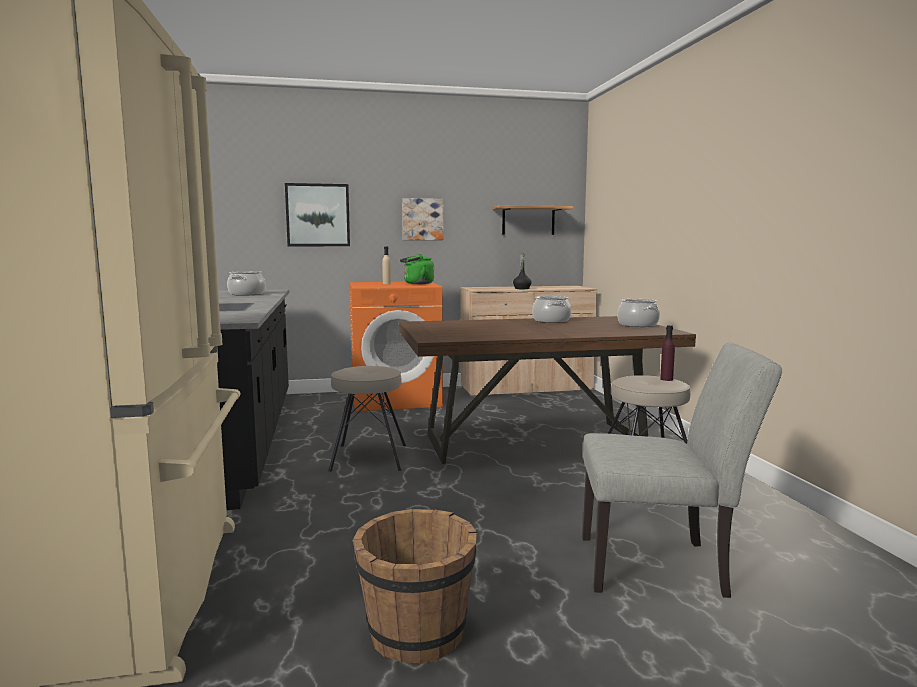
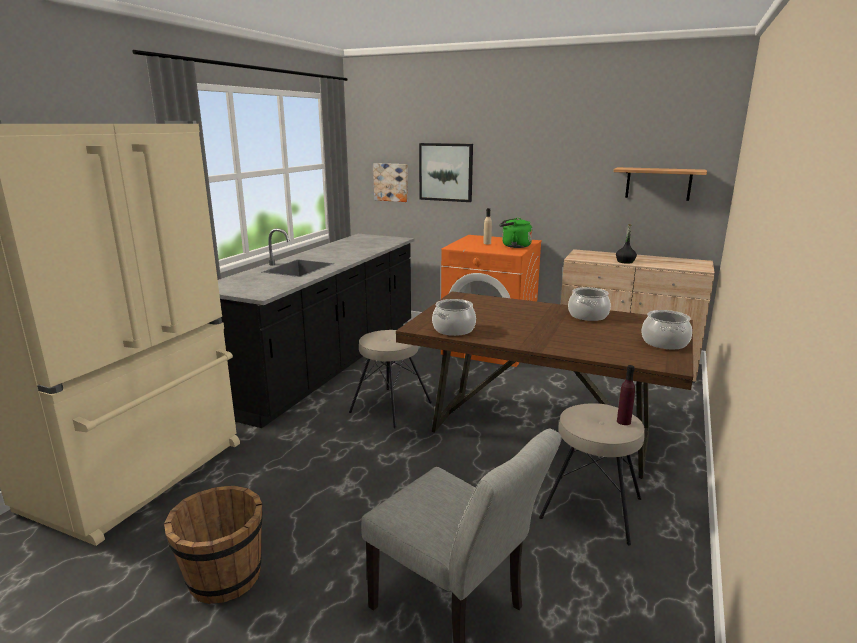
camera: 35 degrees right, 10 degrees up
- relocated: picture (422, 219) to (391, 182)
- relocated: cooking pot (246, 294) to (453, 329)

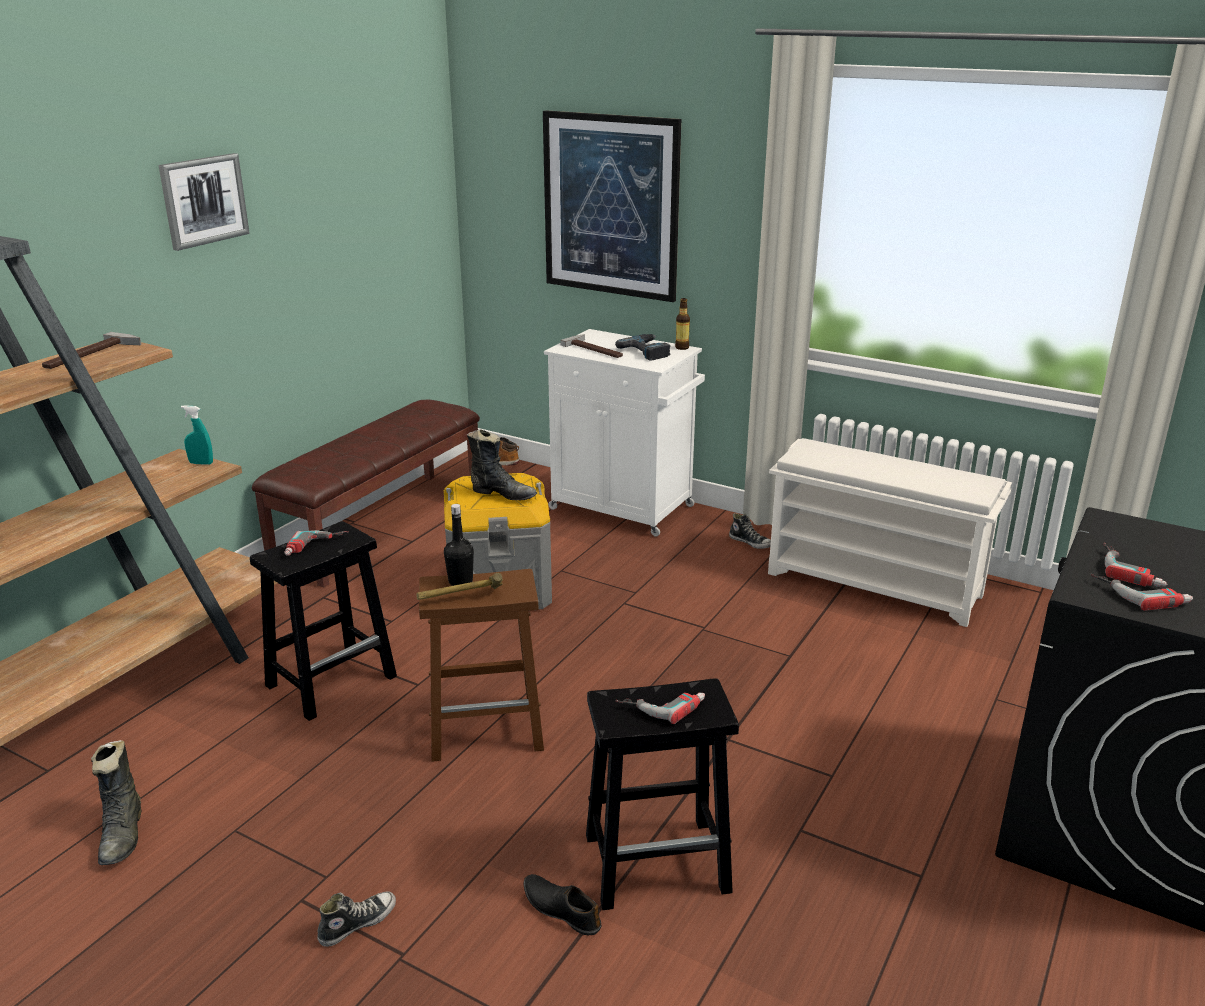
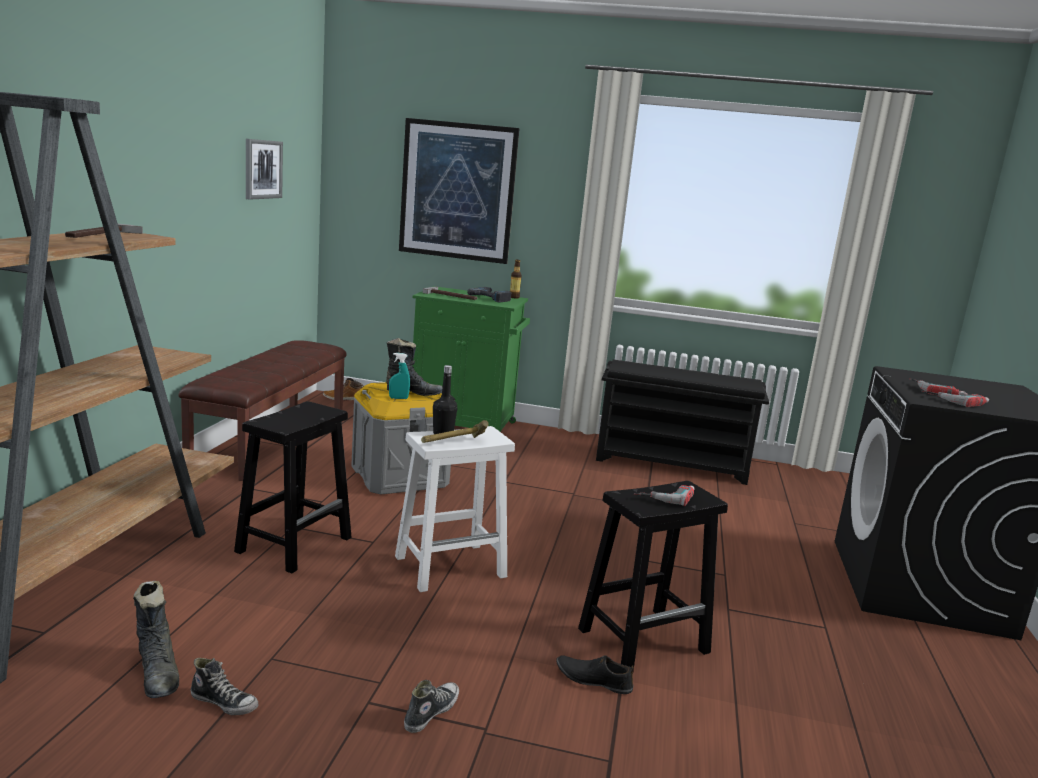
camera: 20 degrees left, 10 degrees down
- relocated: shoe (751, 542) to (224, 703)
- relocated: picture (204, 200) to (262, 169)
- relocated: turquoise spray bottle (201, 463) to (398, 398)
- colour: brown stool (488, 728) to white stool (451, 566)
- colour: white cabinet (624, 508) to green cabinet (464, 425)
- colour: white shoe rack (876, 584) to black shoe rack (672, 463)
- missing: power drill (316, 547)

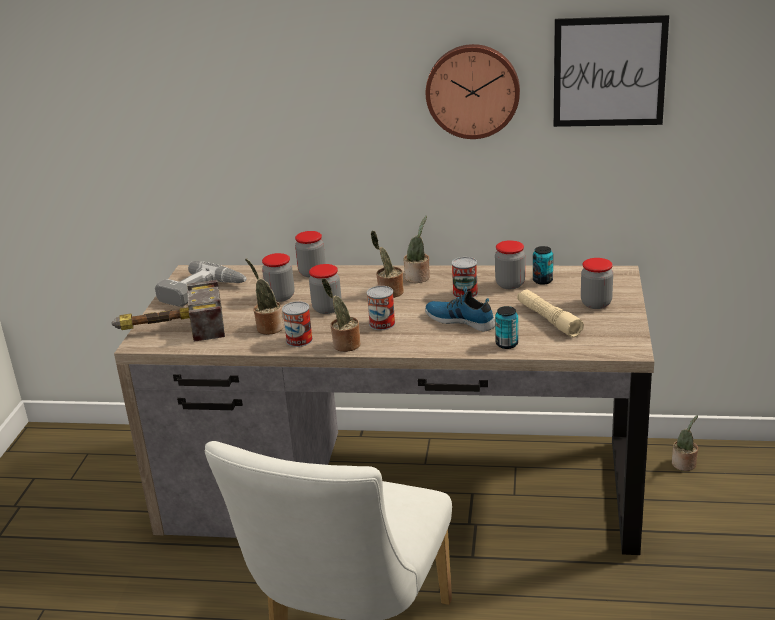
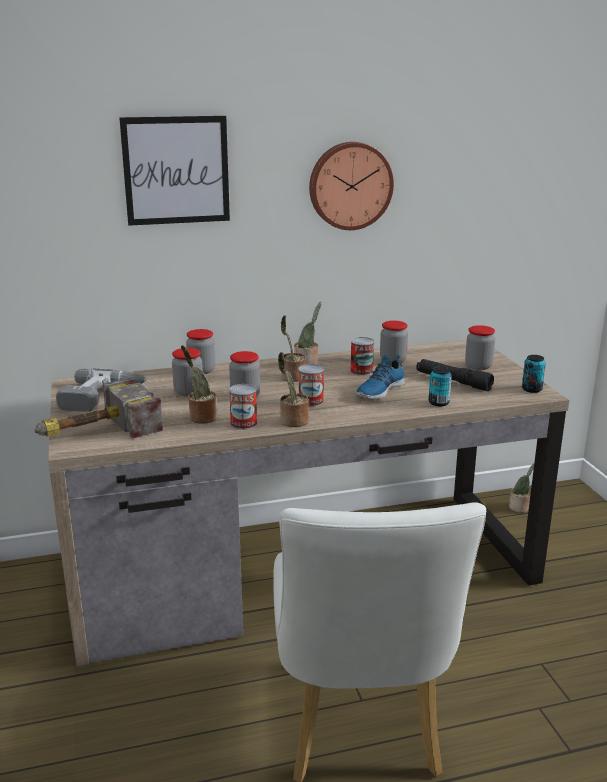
camera: 25 degrees left, 5 degrees down
- relocated: picture (609, 72) to (176, 170)
- spun: shoe (460, 320) = (379, 390) 60 degrees counterclockwise
- colour: beige flashlight (548, 319) to black flashlight (453, 381)
- relocated: can (542, 280) to (531, 389)

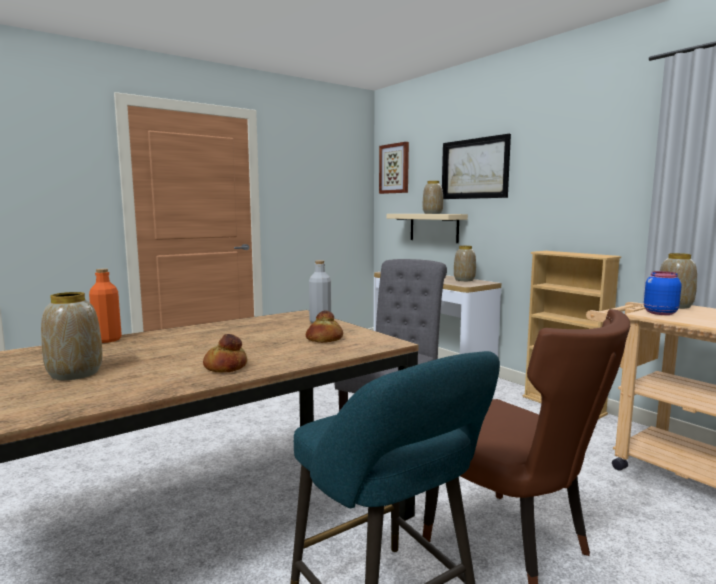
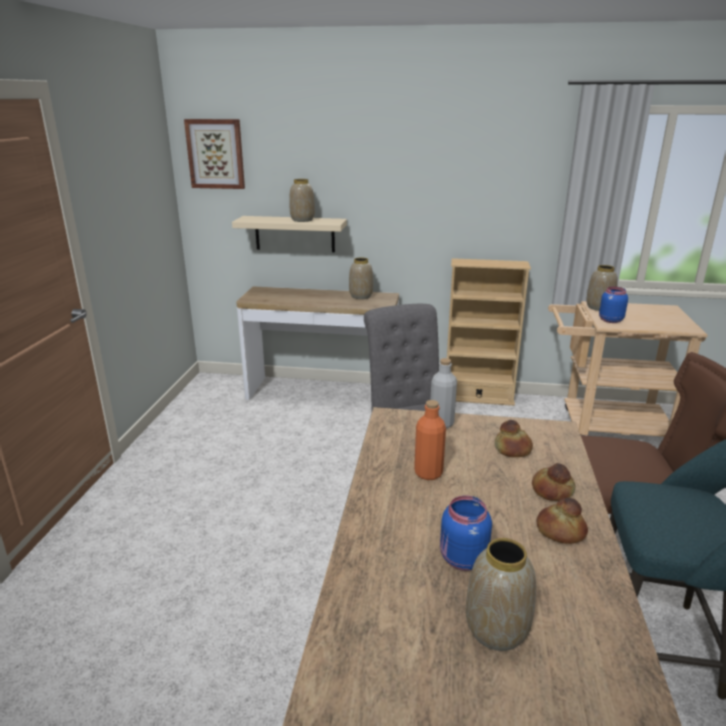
camera: 45 degrees left, 15 degrees up
- relocated: orange bottle (107, 340) to (428, 473)
- appeared: blue jar (462, 559)
- appeared: bread (552, 489)
- missing: picture (474, 169)

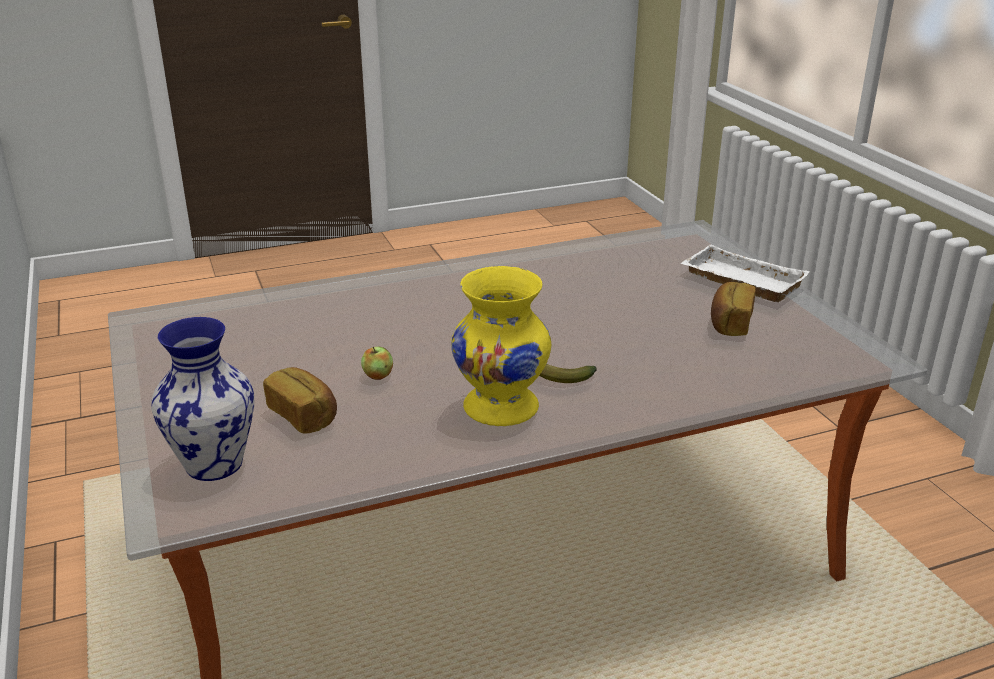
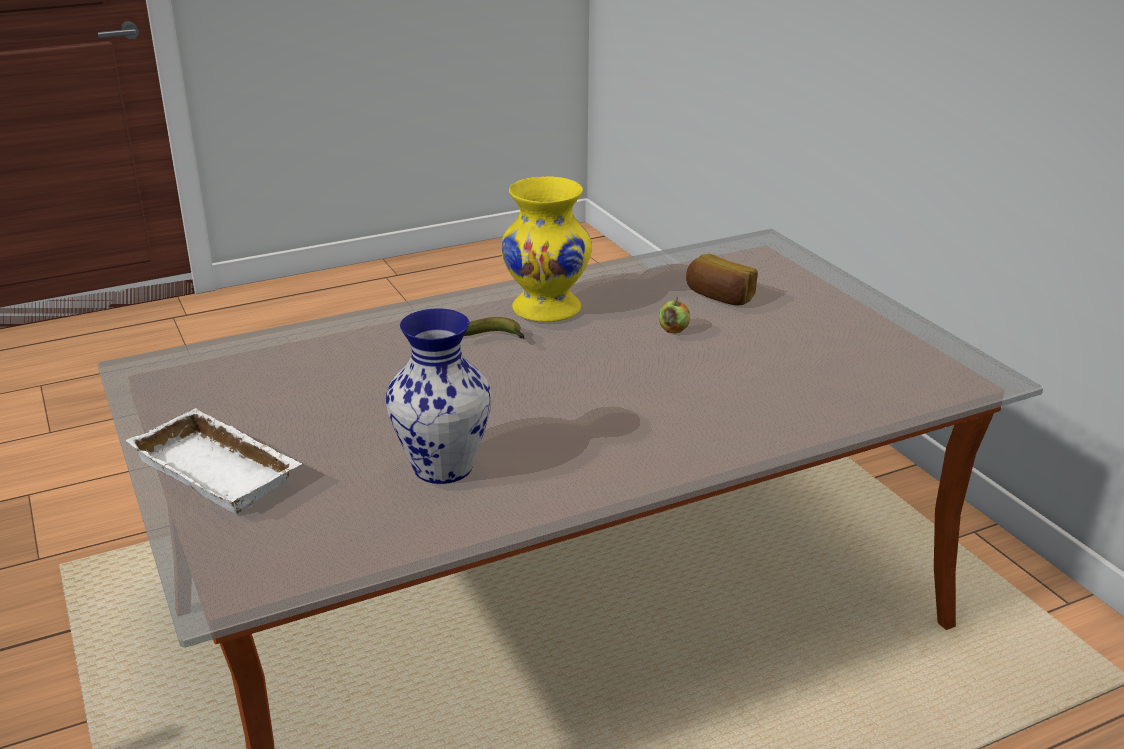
camera: 175 degrees right, 0 degrees up
- relocated: vase (215, 463) to (442, 468)
- missing: bread (729, 323)

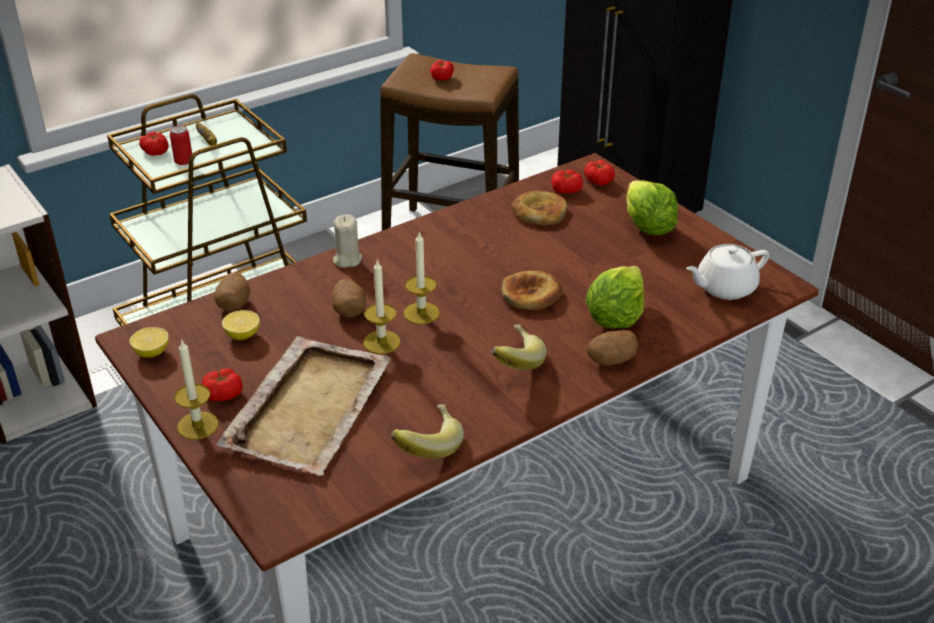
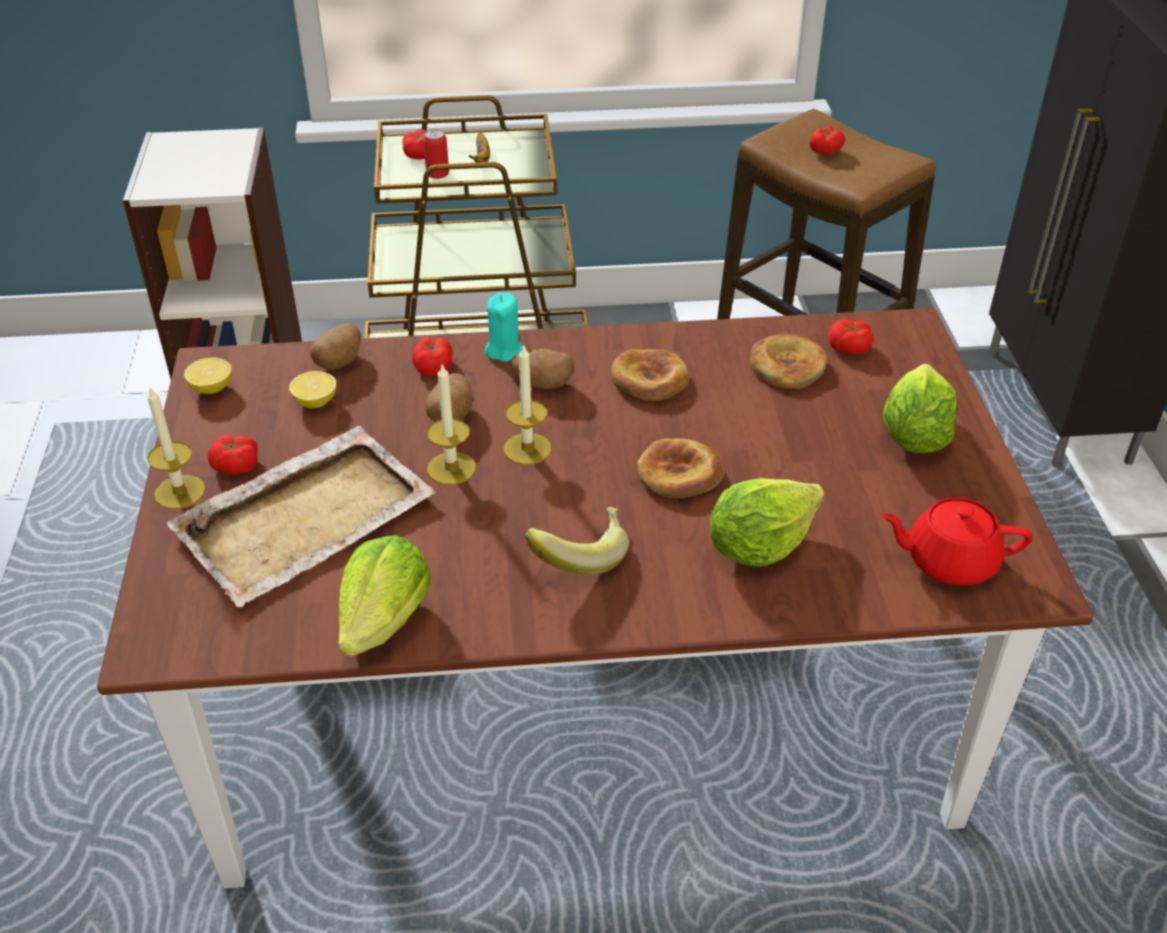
camera: 30 degrees right, 5 degrees up
- exchanged: banana (427, 445) to lettuce (386, 621)
- relocated: tomato (598, 180) to (433, 366)
- colour: beige candle (347, 260) to turquoise candle (504, 350)
- relocated: potato (610, 360) to (542, 383)
- appeared: bread (649, 380)
- colour: white teapot (724, 288) to red teapot (948, 561)

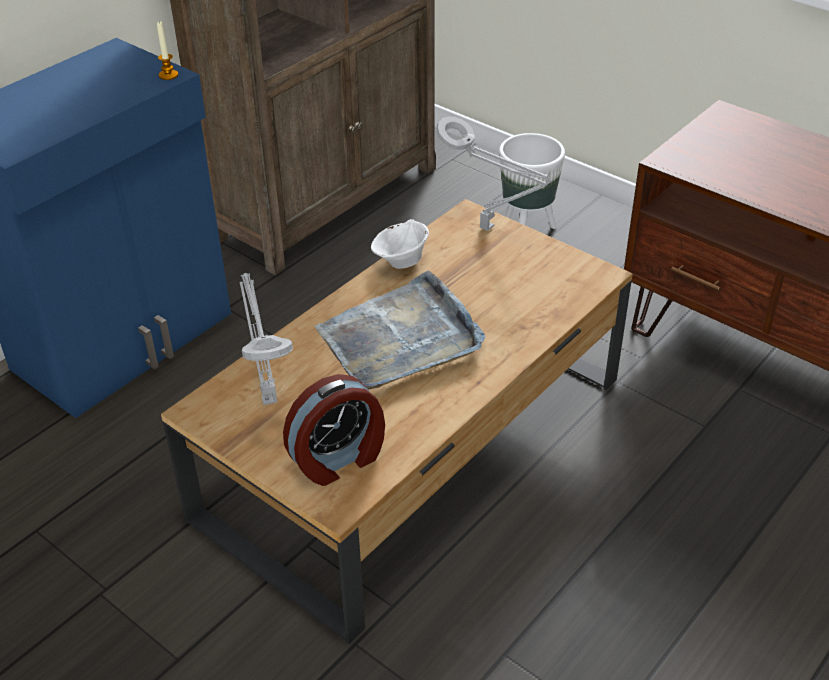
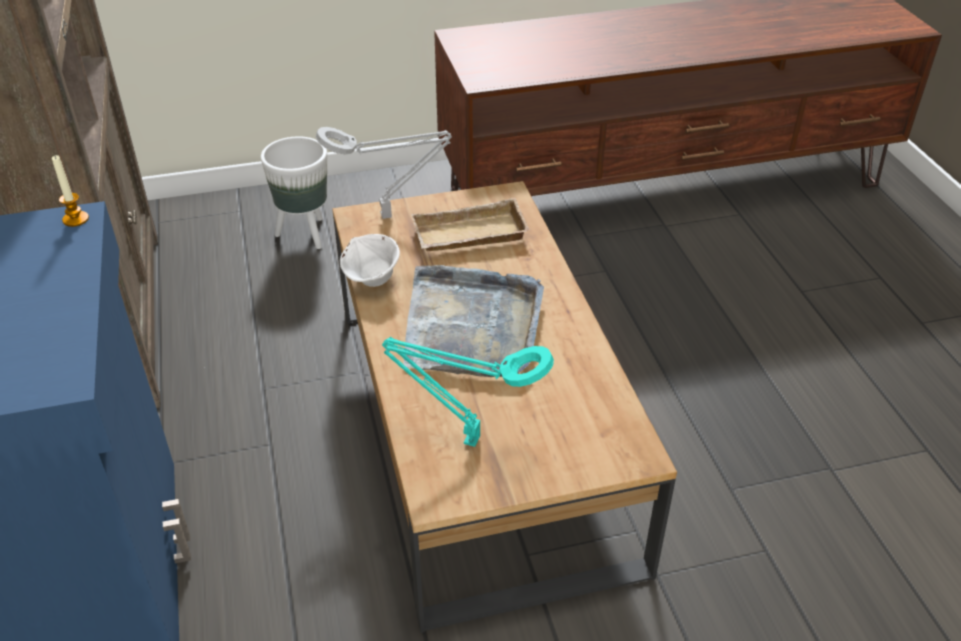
camera: 55 degrees left, 0 degrees up
- colour: grey table lamp (268, 398) to turquoise table lamp (466, 440)
- appeared: beige tray (469, 236)
- missing: alarm clock (339, 459)

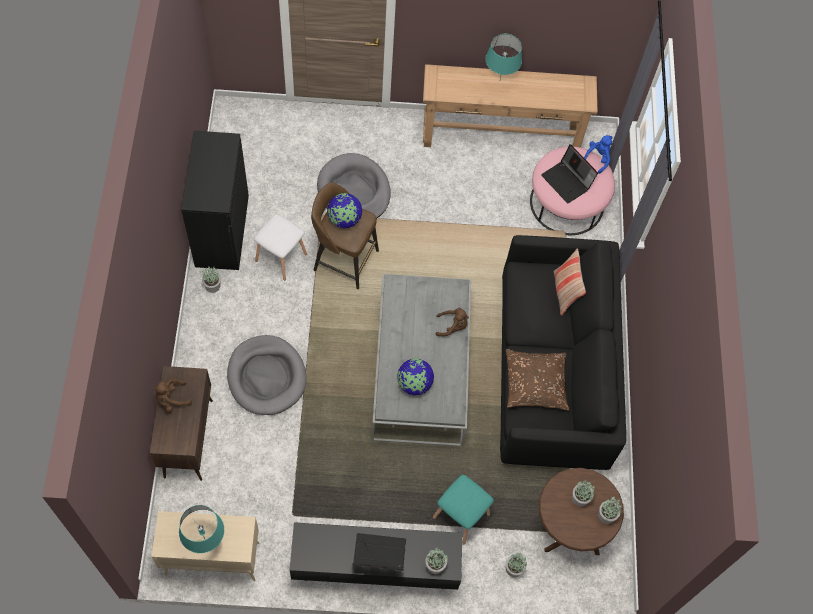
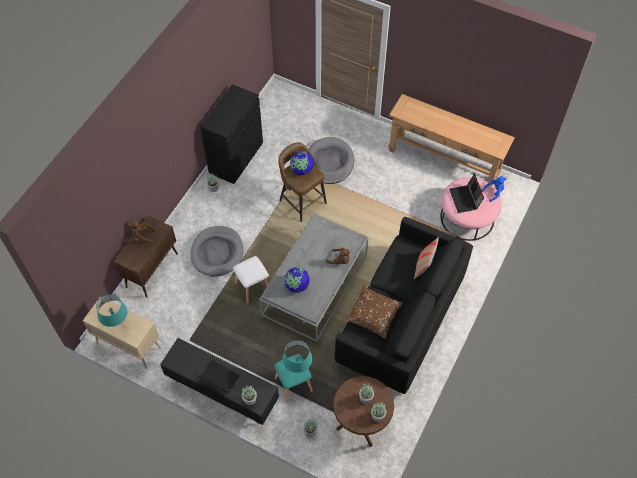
camera: 30 degrees right, 5 degrees down
- relocated: white stool (280, 257) to (252, 287)
- relocated: turquoise table lamp (499, 81) to (297, 369)

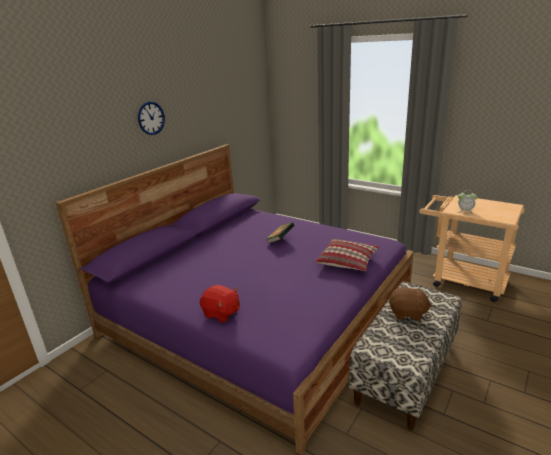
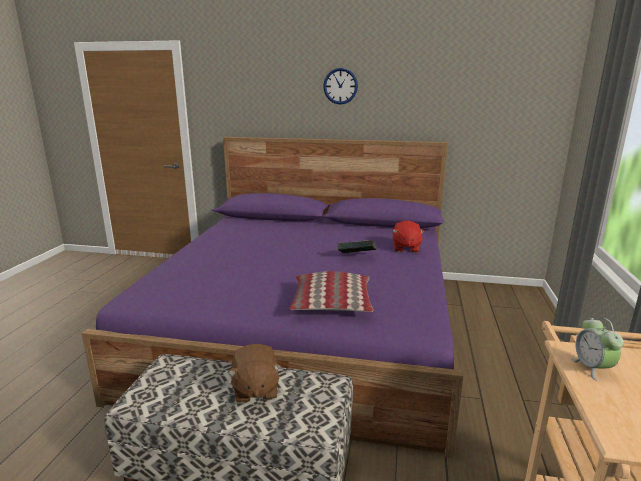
camera: 65 degrees right, 5 degrees down
- relocated: red plush toy (221, 313) to (406, 248)

